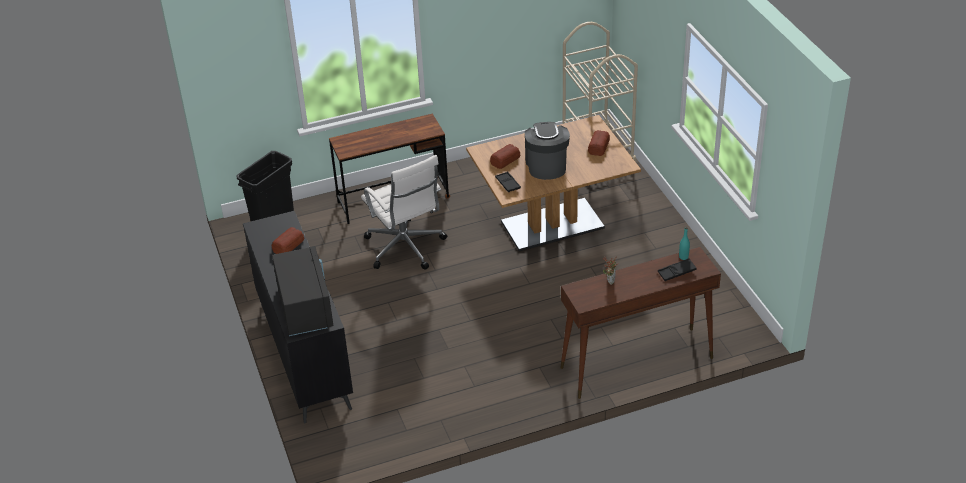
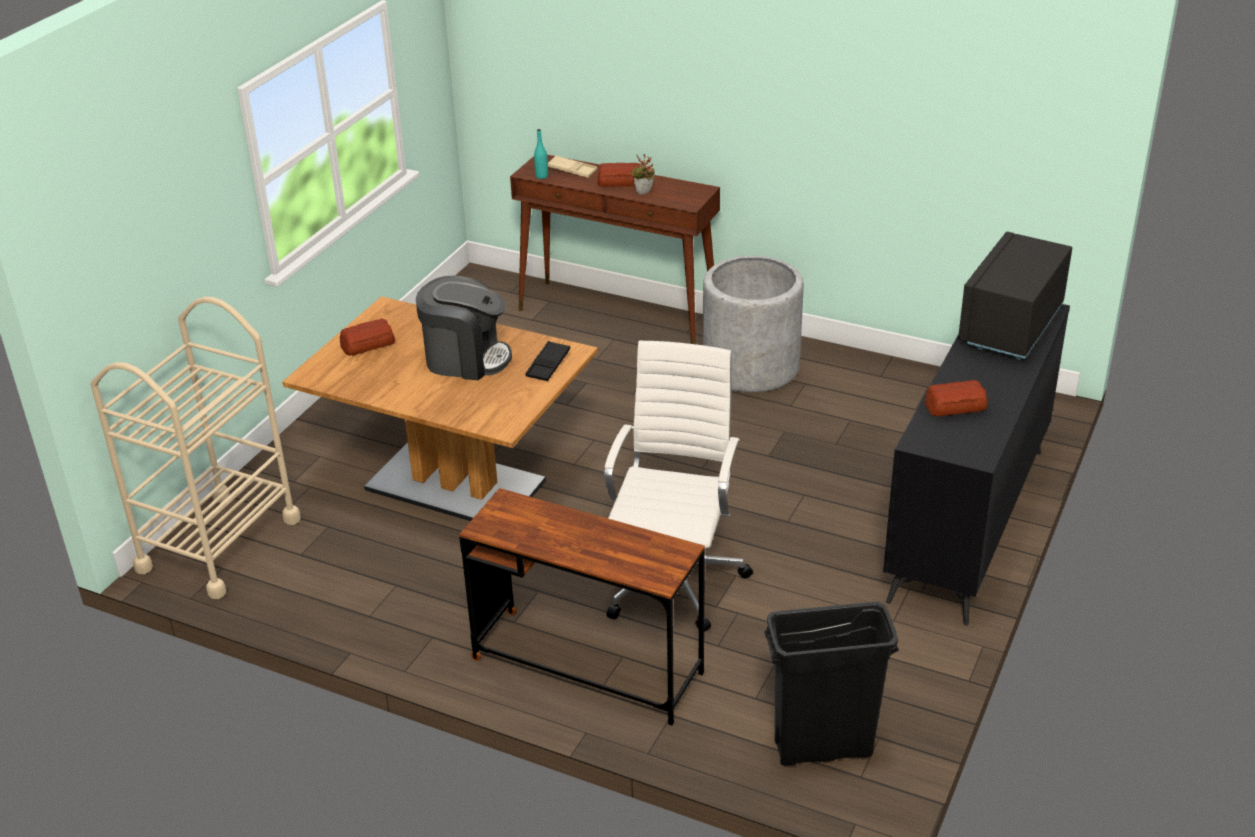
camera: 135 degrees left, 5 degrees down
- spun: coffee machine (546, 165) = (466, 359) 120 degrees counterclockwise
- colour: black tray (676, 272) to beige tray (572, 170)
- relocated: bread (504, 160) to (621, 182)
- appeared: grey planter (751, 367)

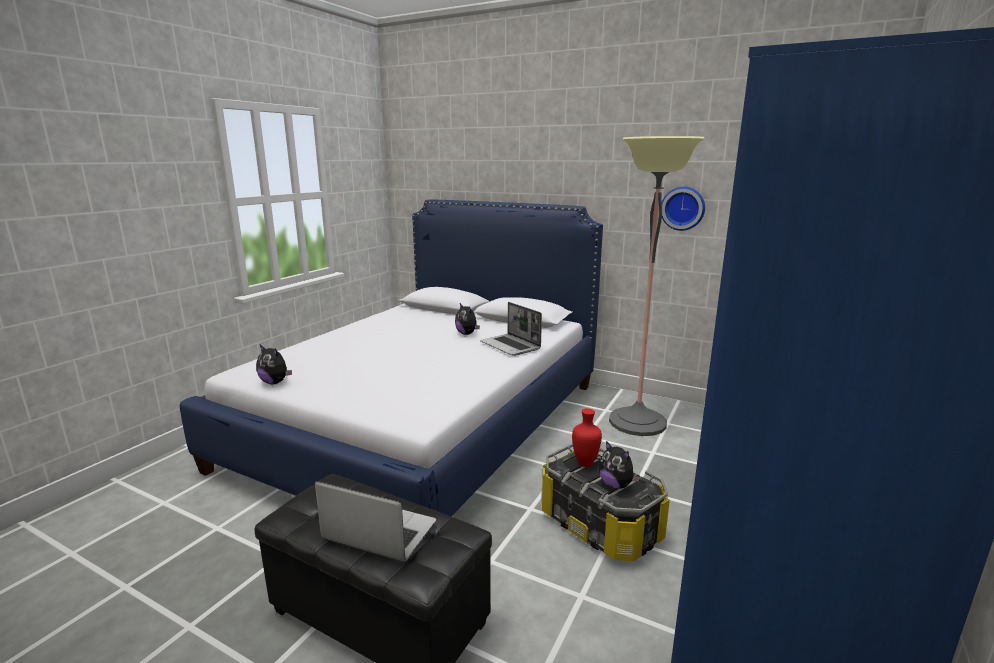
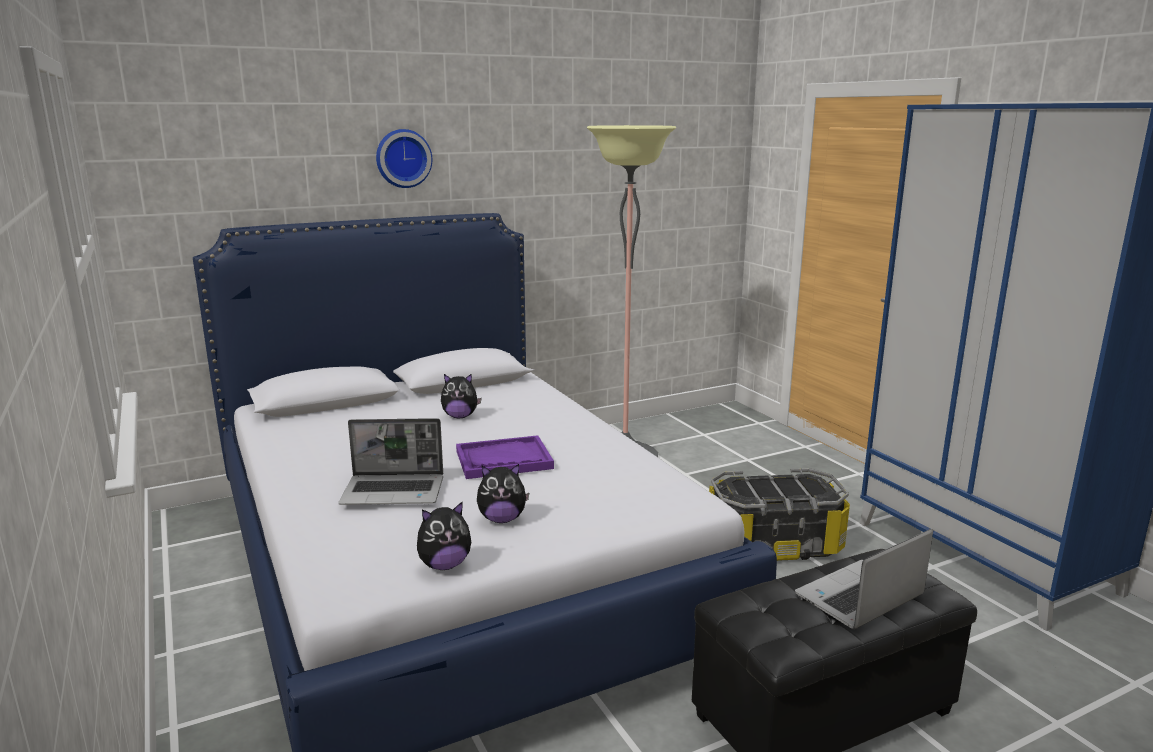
camera: 55 degrees left, 0 degrees up
- relocated: laptop (511, 346) to (394, 491)
- relocated: wall clock (683, 208) to (403, 158)
- appeared: purple tray (503, 460)
- relocated: plush toy (616, 485) to (502, 519)
- missing: red vase (585, 464)

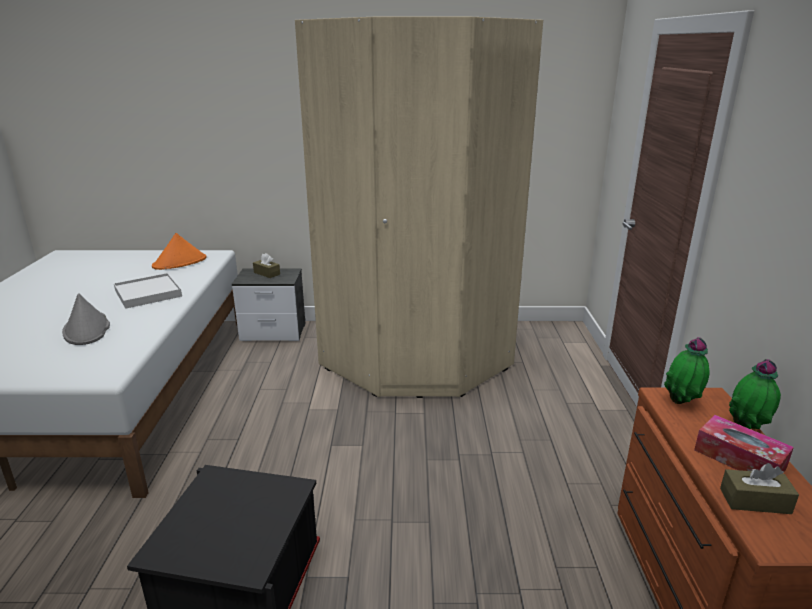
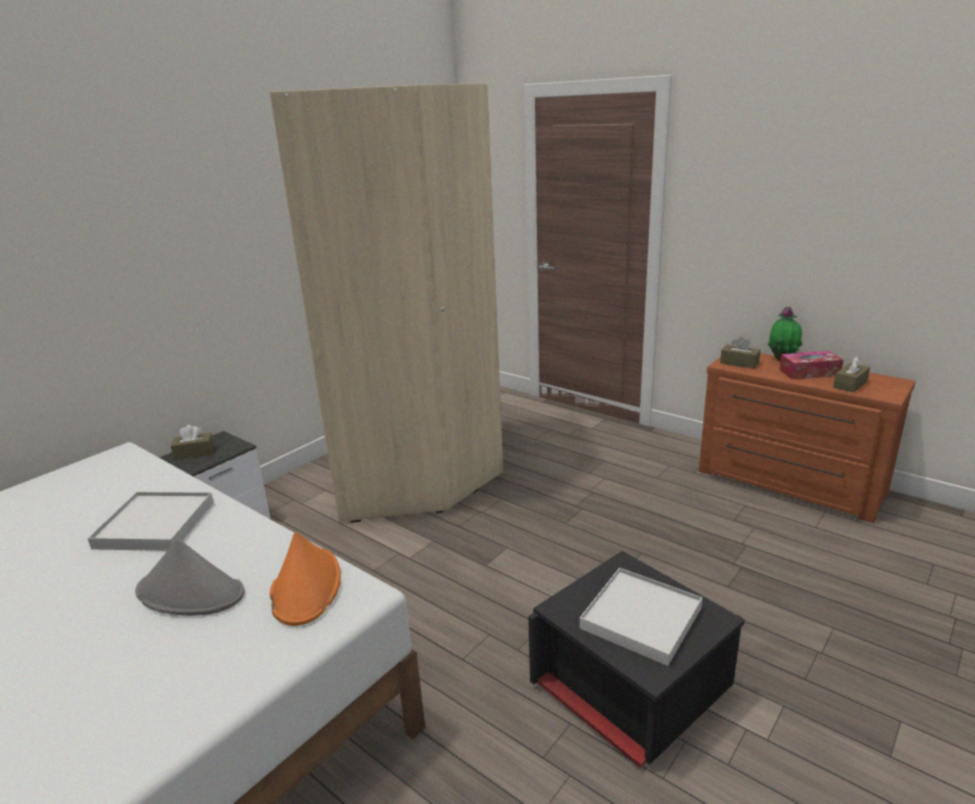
camera: 50 degrees left, 0 degrees up
- relocated: orange hat (180, 262) to (306, 587)
- appeared: white tray (641, 618)
- exchanged: potted plant (682, 403) to brown tissue box (739, 363)

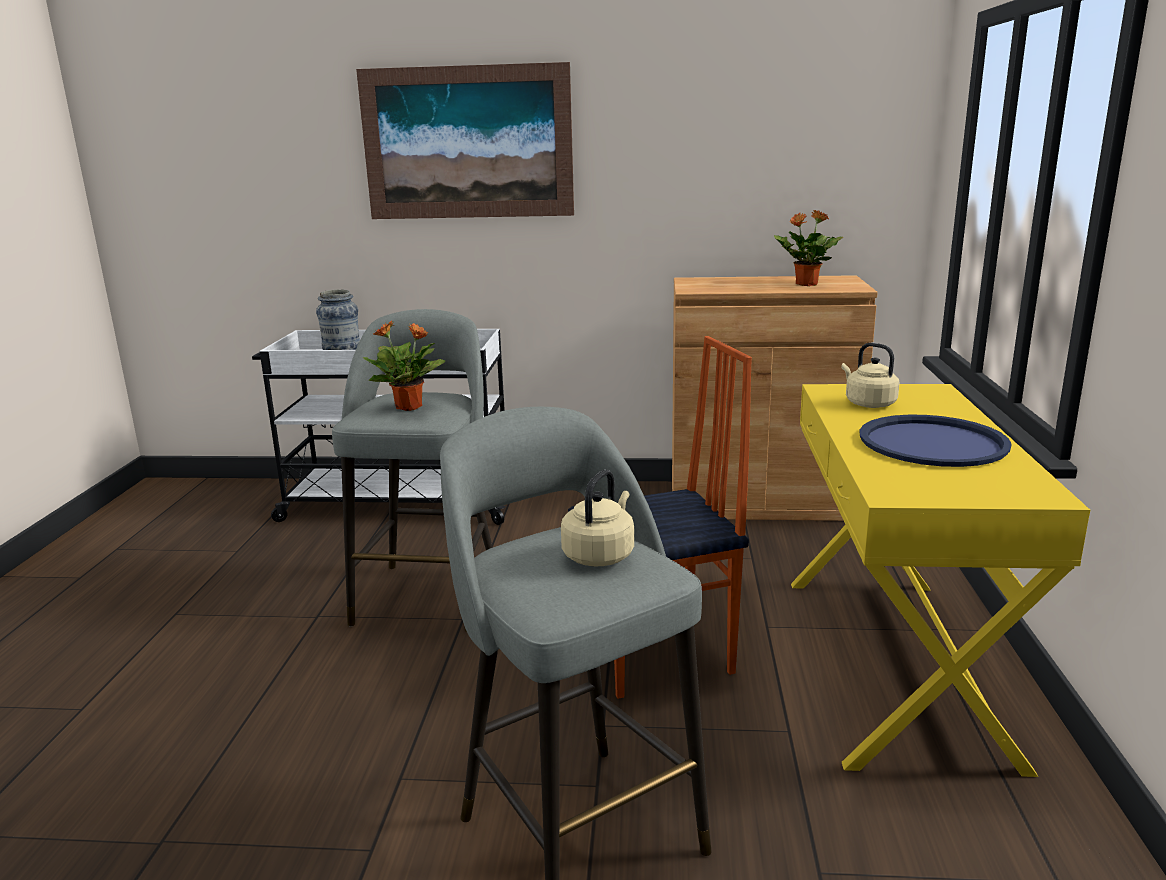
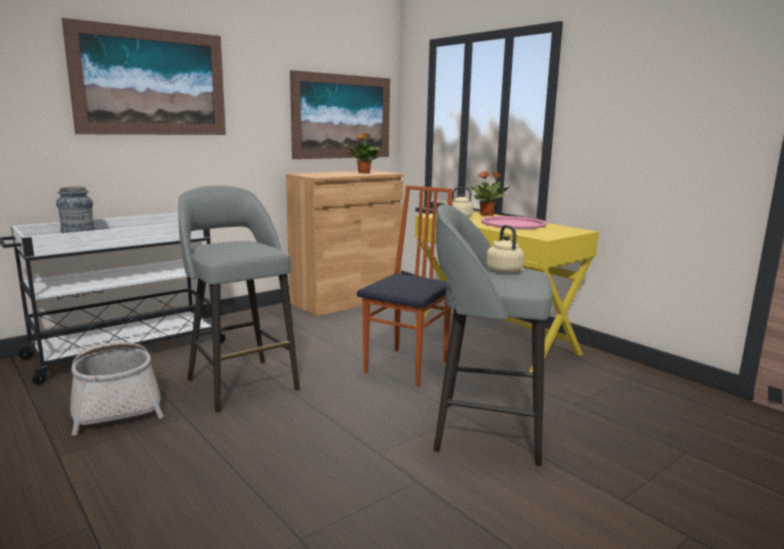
camera: 45 degrees left, 5 degrees down
- appeared: basket (117, 403)
- appeared: picture (342, 117)
- relocated: potted plant (410, 407) to (487, 215)
- colour: blue tray (932, 443) to pink tray (513, 224)

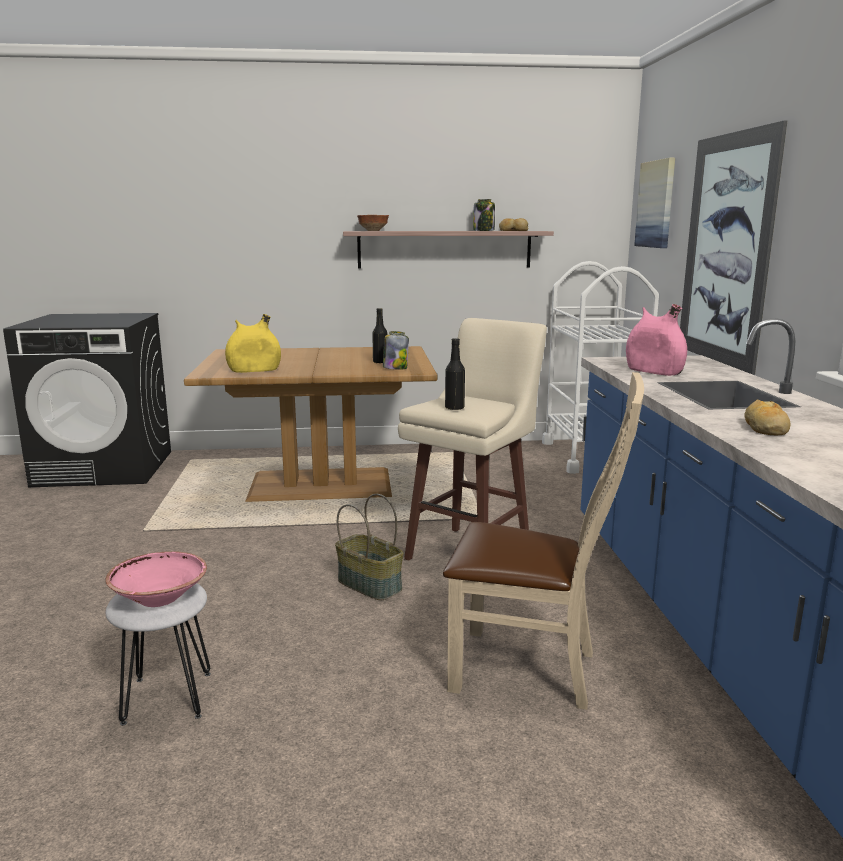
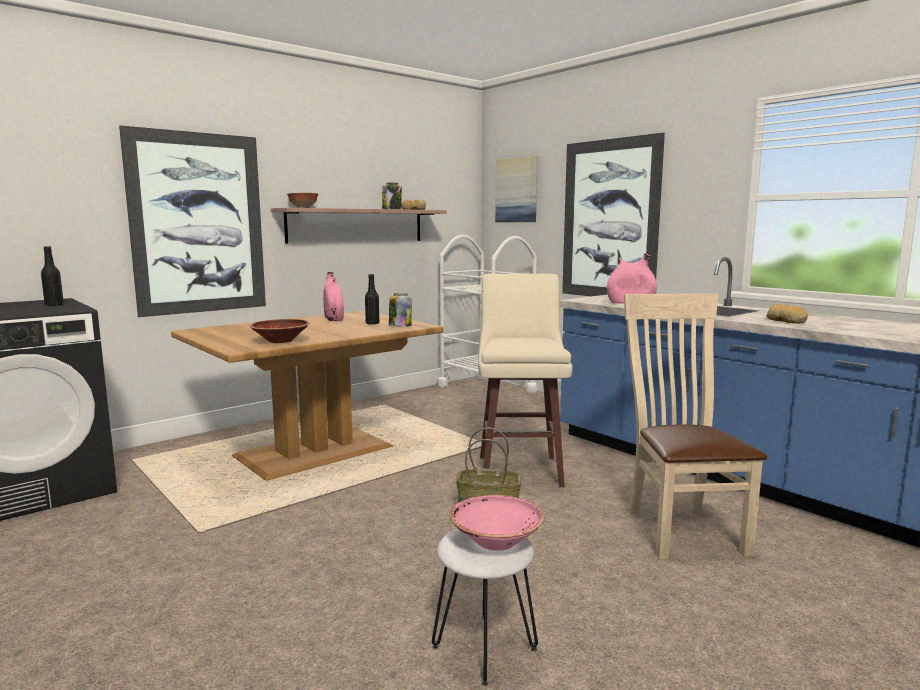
camera: 35 degrees left, 5 degrees down
- relocated: black bottle (454, 408) to (54, 305)
- appeared: picture (198, 224)
- exchanged: yellow vase (254, 370) to brown bowl (281, 341)
- appeared: pink vase (333, 319)
- spun: beige chair (533, 670) = (680, 527) 75 degrees counterclockwise

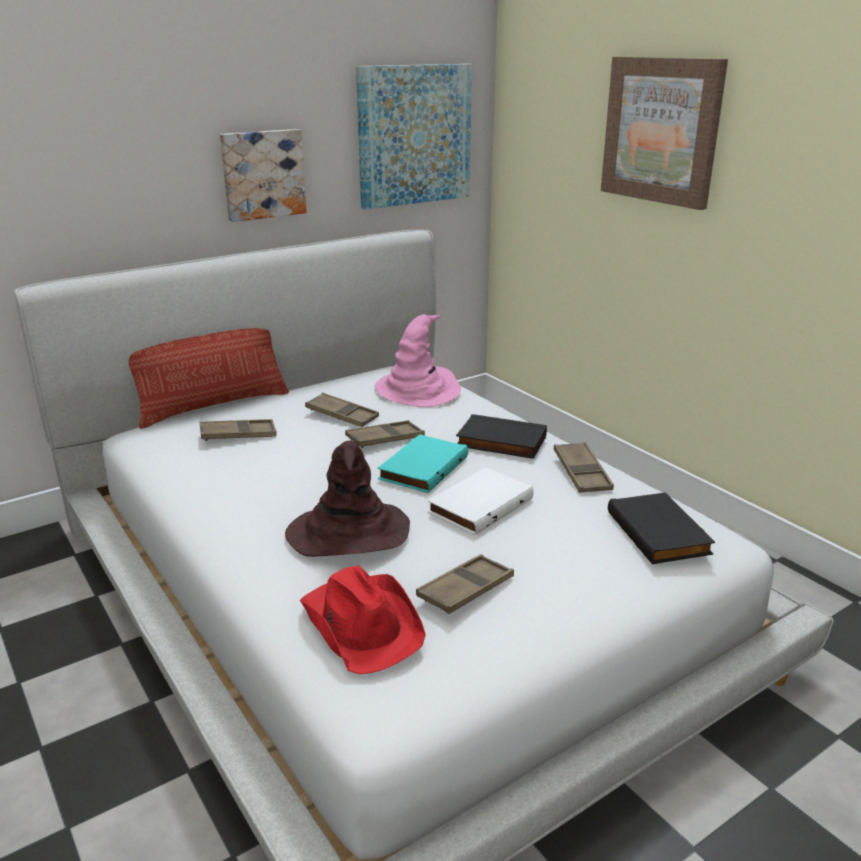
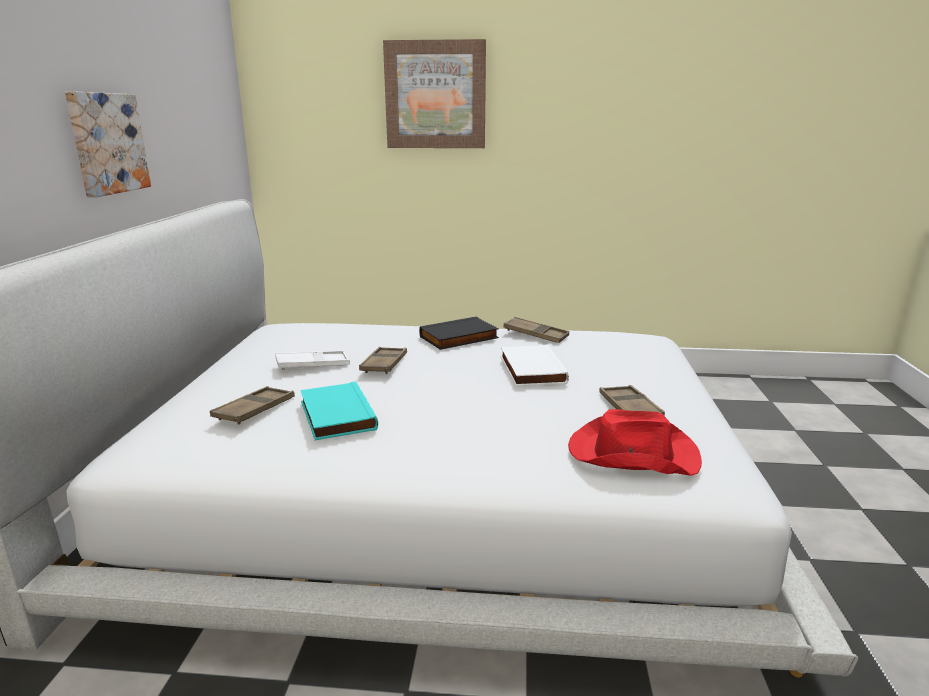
camera: 50 degrees left, 5 degrees down
- colour: brown tray (342, 415) to white tray (313, 365)
- relocated: turquoise book (422, 467) to (335, 415)
- missing: pillow (213, 406)
- missing: brown hat (349, 533)
- missing: picture (414, 135)
- missing: pink hat (418, 390)
- missing: black book (660, 533)

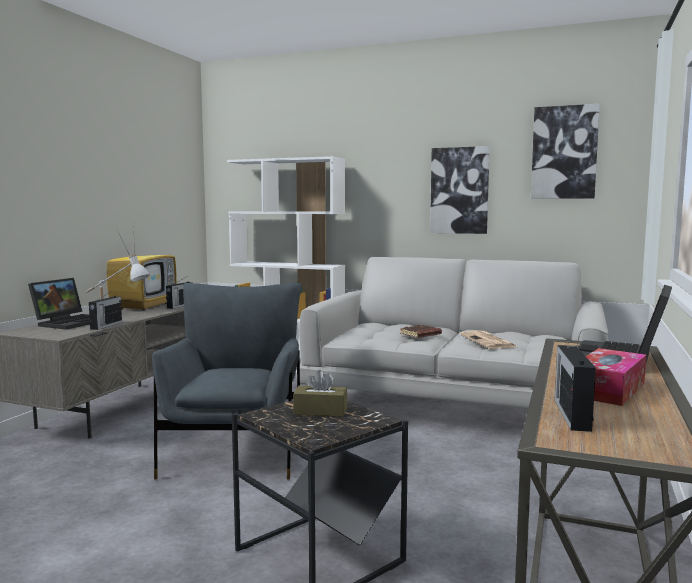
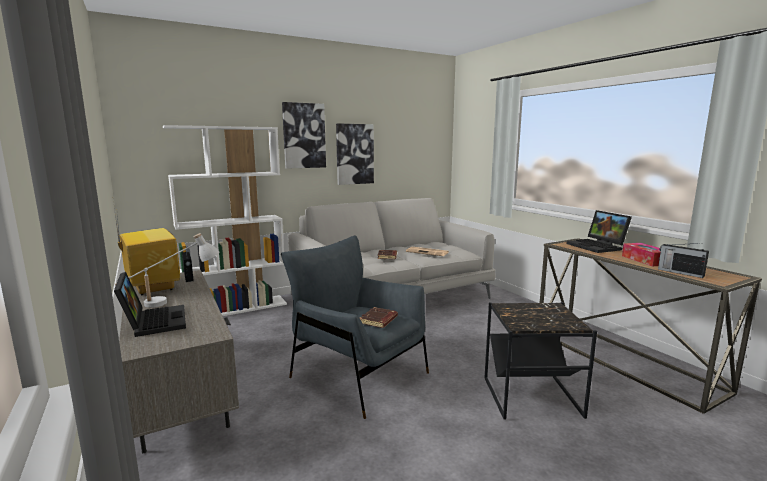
camera: 50 degrees left, 5 degrees up
- relocated: picture (564, 152) to (304, 136)
- appeared: brown book (379, 321)
- missing: radio (105, 326)
- missing: brown tissue box (320, 411)

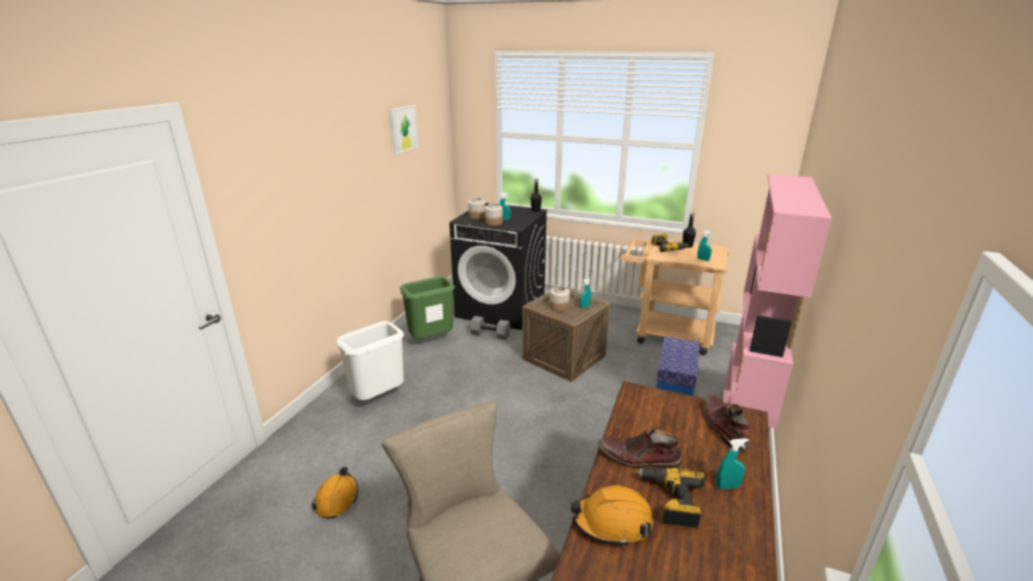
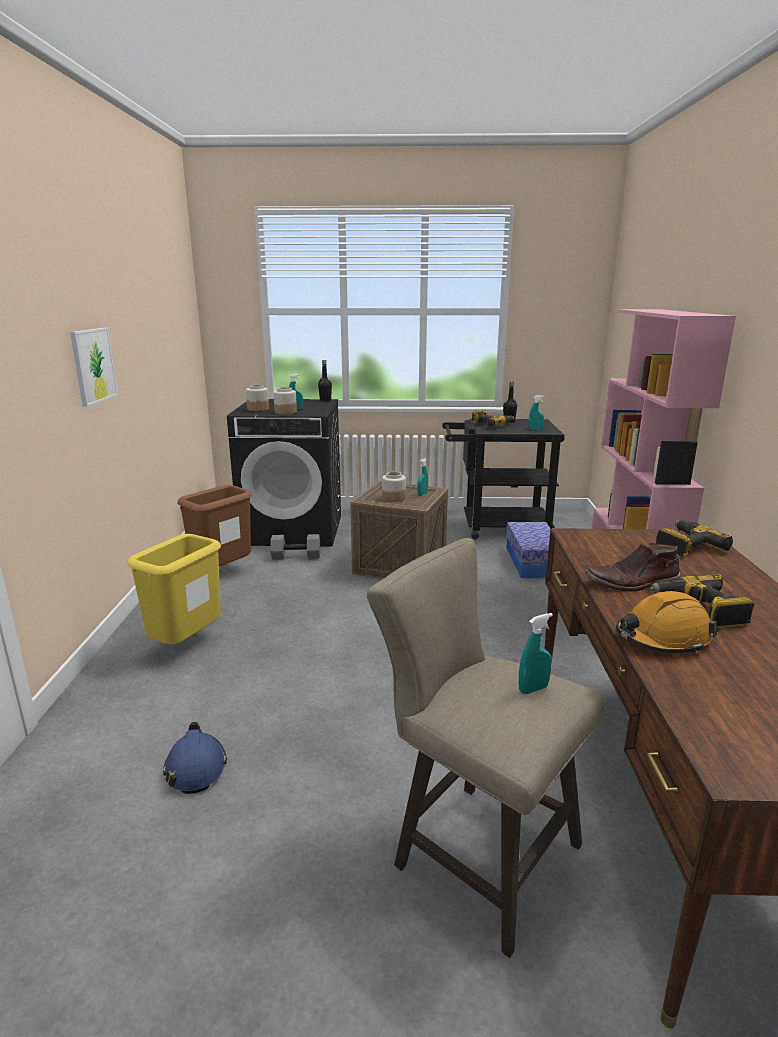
camera: 20 degrees left, 5 degrees down
- relocated: picture (403, 129) to (93, 365)
- colour: white trash can (378, 398) to yellow trash can (186, 644)
- colour: orange hard hat (337, 499) to blue hard hat (195, 767)
- colour: green trash can (431, 341) to brown trash can (223, 573)
- colour: beige cart (666, 334) to black cart (496, 527)
- relocated: turquoise spray bottle (727, 486) to (533, 689)
- exchanged: brown boot (723, 426) to power drill (685, 546)

